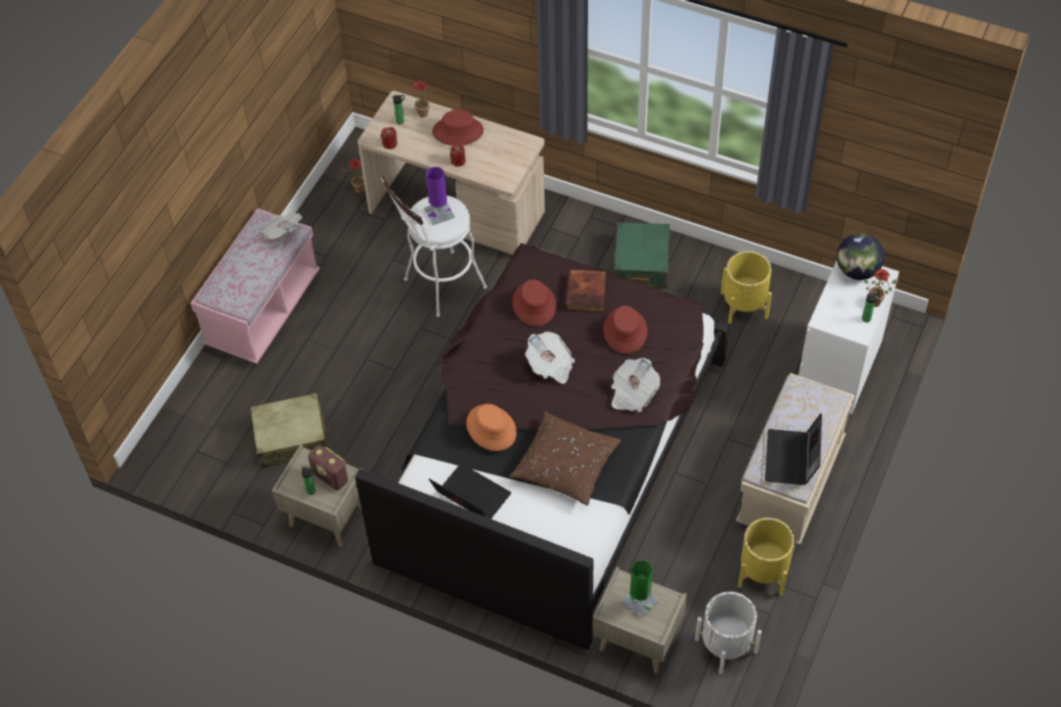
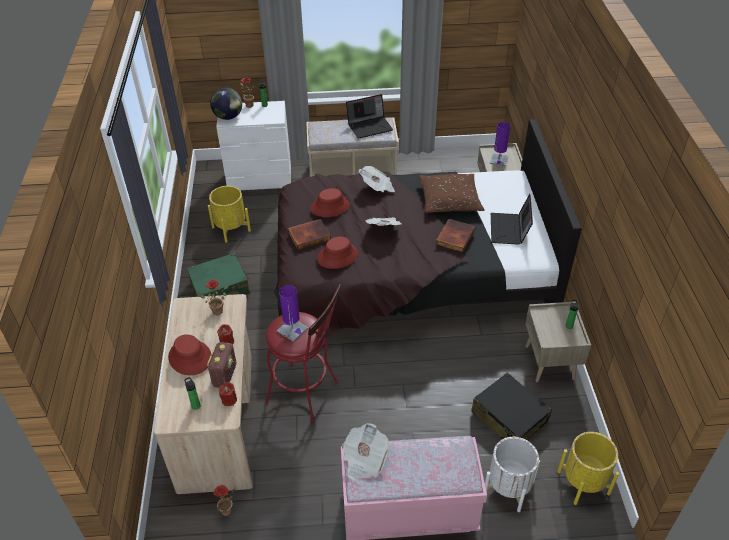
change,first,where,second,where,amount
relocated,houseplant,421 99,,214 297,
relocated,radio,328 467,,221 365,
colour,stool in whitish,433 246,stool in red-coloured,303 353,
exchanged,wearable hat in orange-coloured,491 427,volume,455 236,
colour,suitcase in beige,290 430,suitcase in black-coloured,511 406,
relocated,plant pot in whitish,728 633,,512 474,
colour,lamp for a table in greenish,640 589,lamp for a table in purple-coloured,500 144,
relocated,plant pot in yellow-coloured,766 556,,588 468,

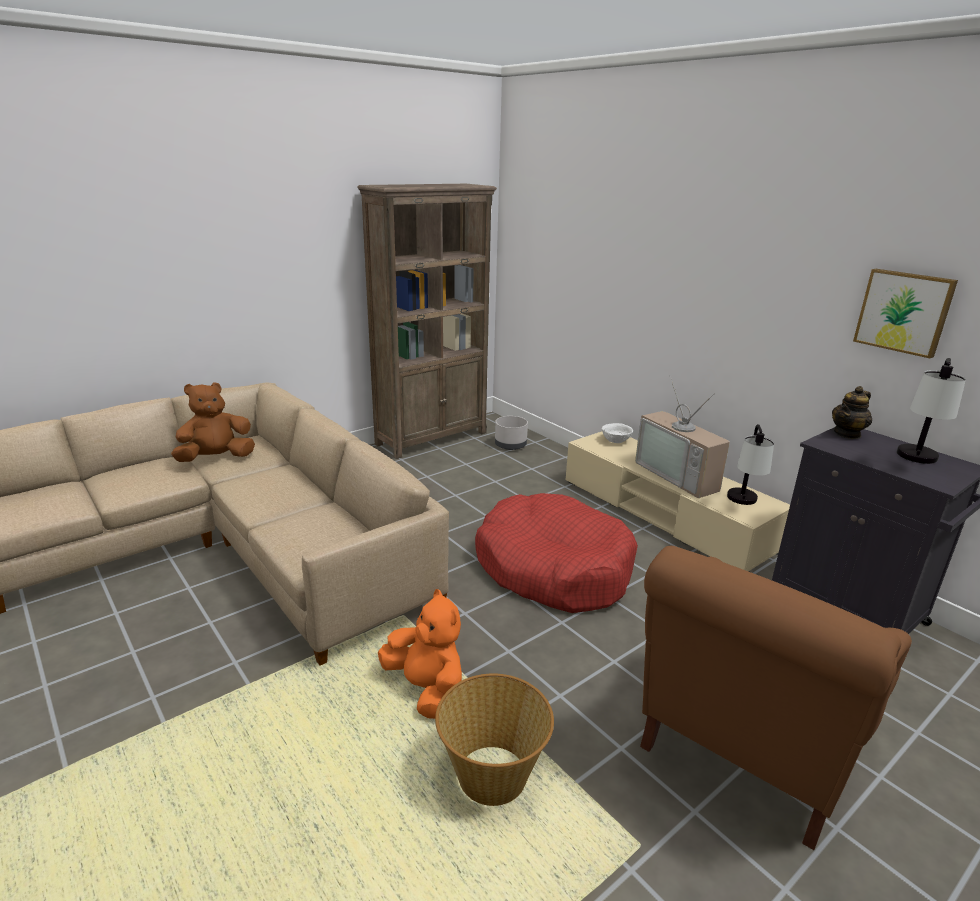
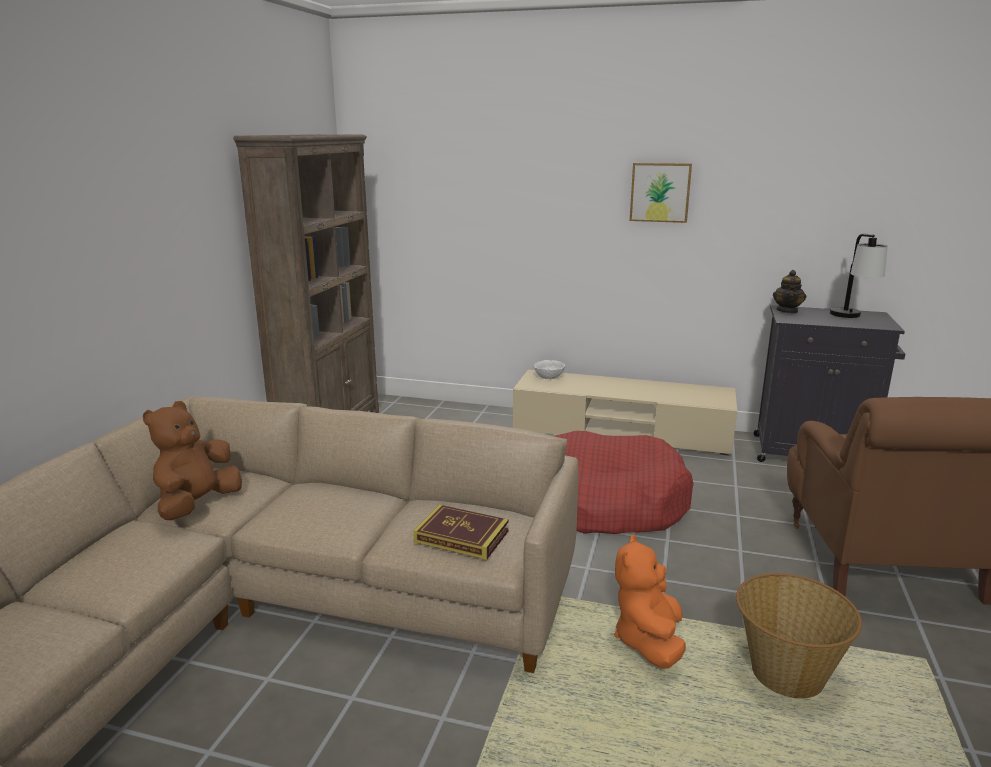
change,first,where,second,where,amount
appeared,,,volume,461 532,
spun,plush toy in orange-coloured,420 654,,650 601,90 degrees counterclockwise
relocated,picture,905 313,,661 193,
missing,plant pot in gray,511 433,,,
missing,television,682 437,,,
missing,lamp for a table,750 464,,,

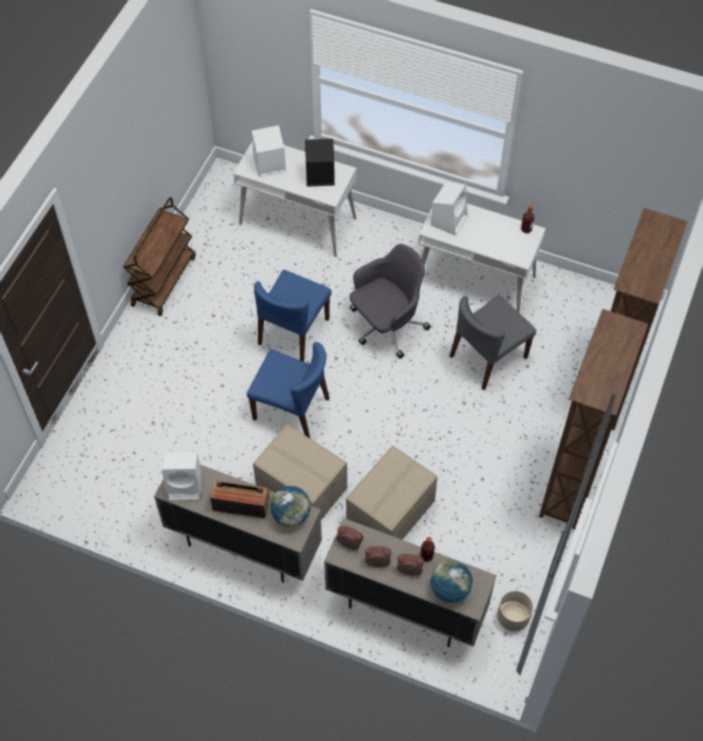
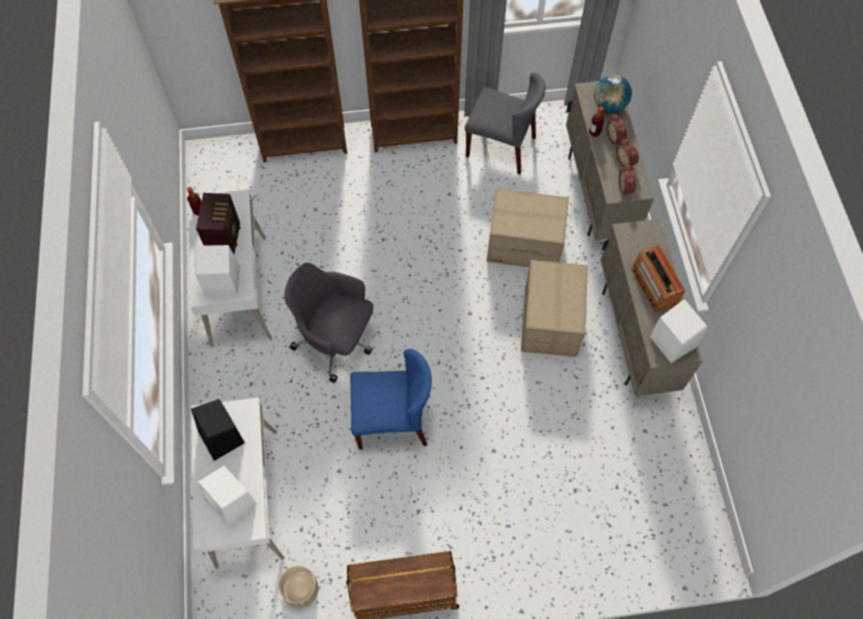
change,first,where,second,where,amount
appeared,,,radio,218 223,
relocated,plant pot in beige,515 611,,299 587,
relocated,plain chair in gray,493 342,,505 123,
missing,plain chair in blue,288 390,,,
missing,world globe,290 506,,,

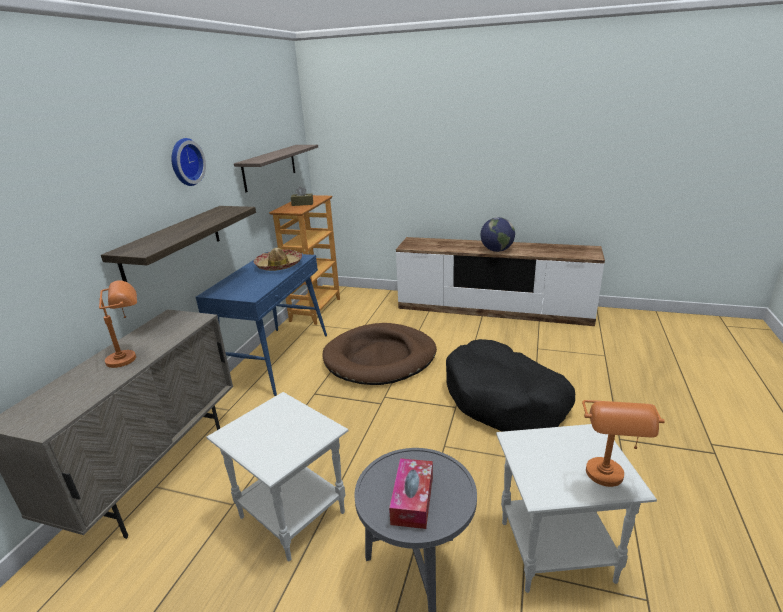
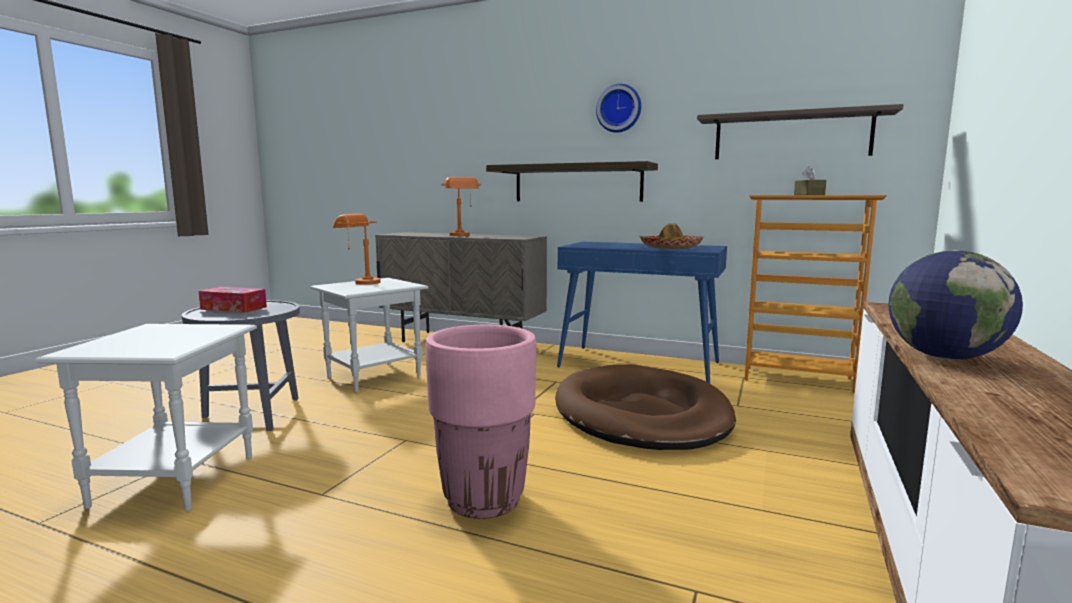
change,first,where,second,where,amount
relocated,lamp for a table in orange-coloured,623 443,,357 249,
exchanged,dog bed in black-coloured,510 385,plant pot in pink,481 422,

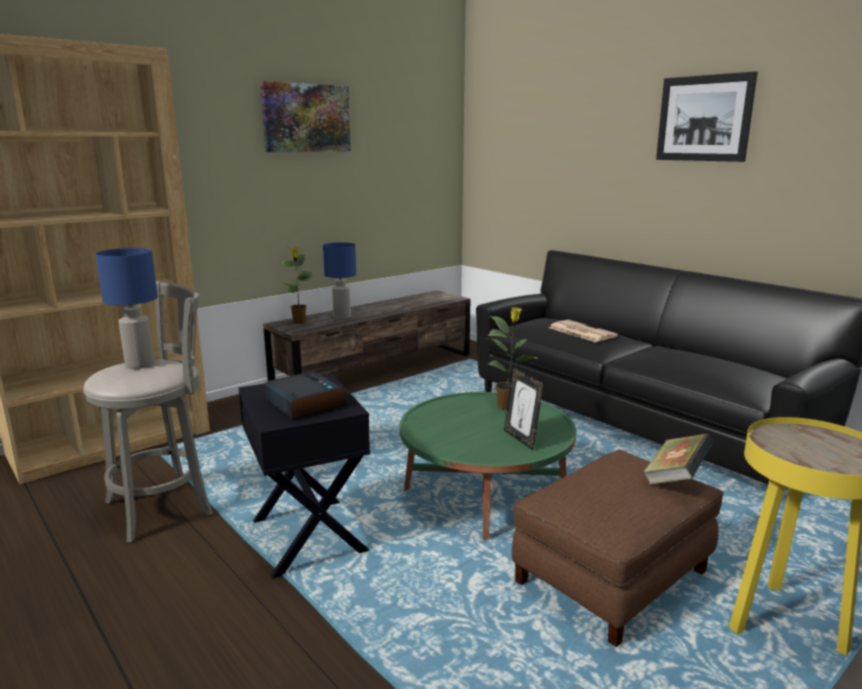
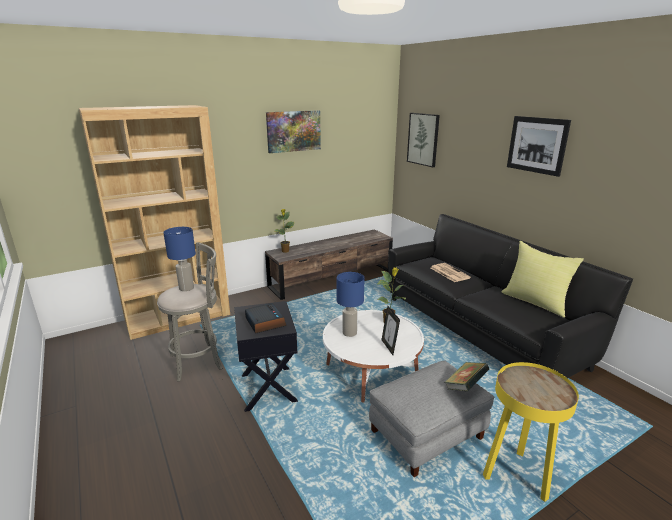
change,first,where,second,where,amount
colour,coffee table in greenish,488 466,coffee table in whitish,373 356,
relocated,lamp for a table in blue,339 280,,351 304,
colour,pouffe in brown-coloured,618 548,pouffe in gray,431 418,
appeared,,,picture,423 140,
appeared,,,cushion in yellow-coloured,542 279,

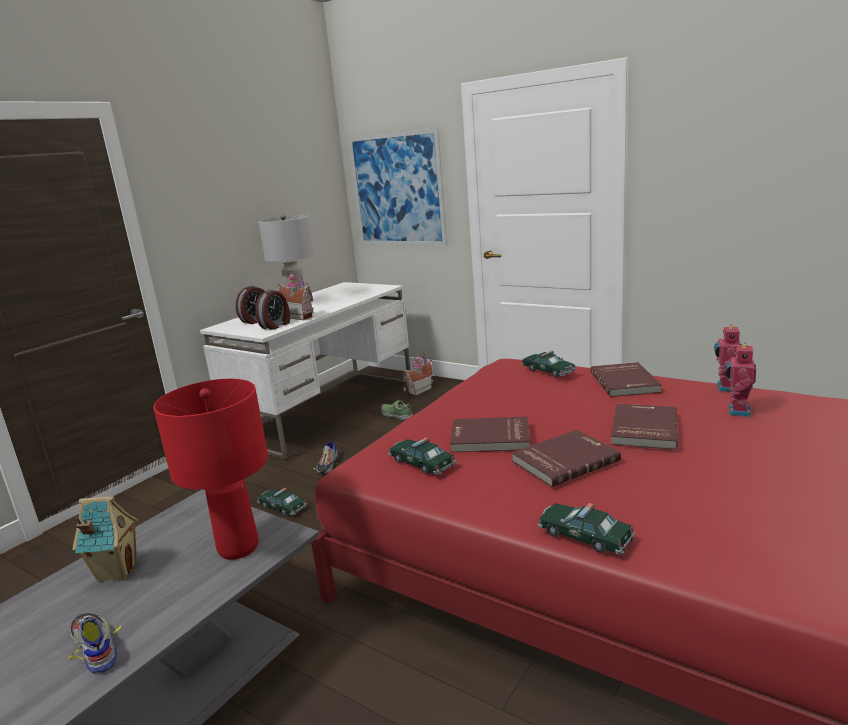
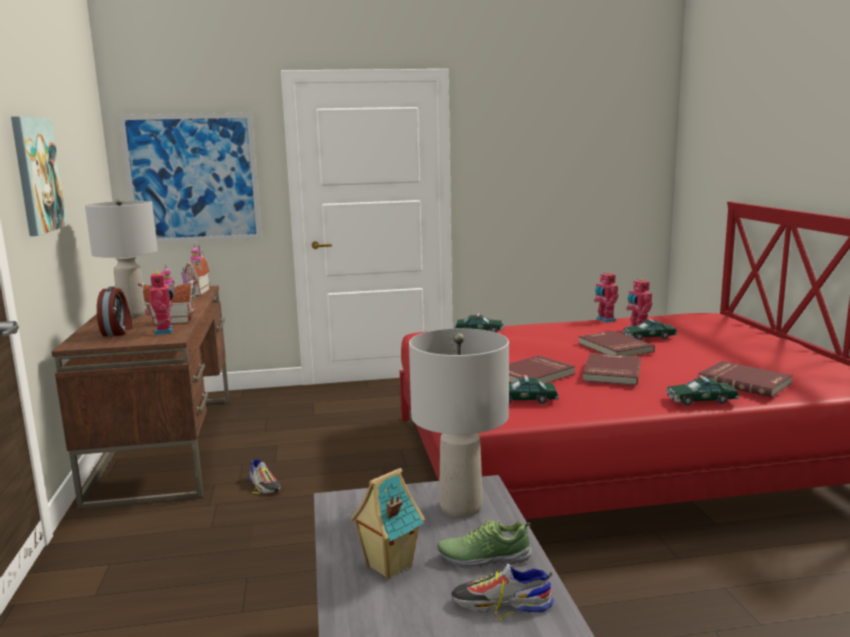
change,first,where,second,where,amount
appeared,,,picture,39 176,
colour,desk table in whitish,305 371,desk table in brown-coloured,140 397,
exchanged,bedside clock,272 309,model robot,161 303,
relocated,toy house,418 374,,197 270,
colour,lamp for a table in red-coloured,210 469,lamp for a table in gray,459 422,
relocated,shoe,397 410,,484 544,
relocated,miniature car,282 502,,650 329,
relocated,volume in red-coloured,626 379,,745 379,

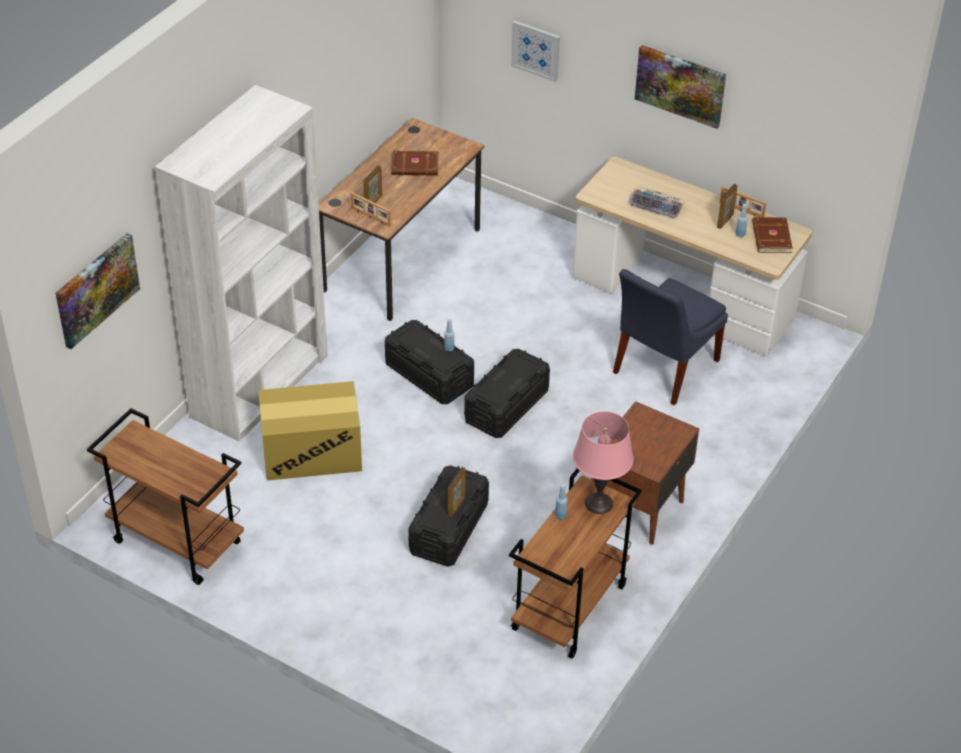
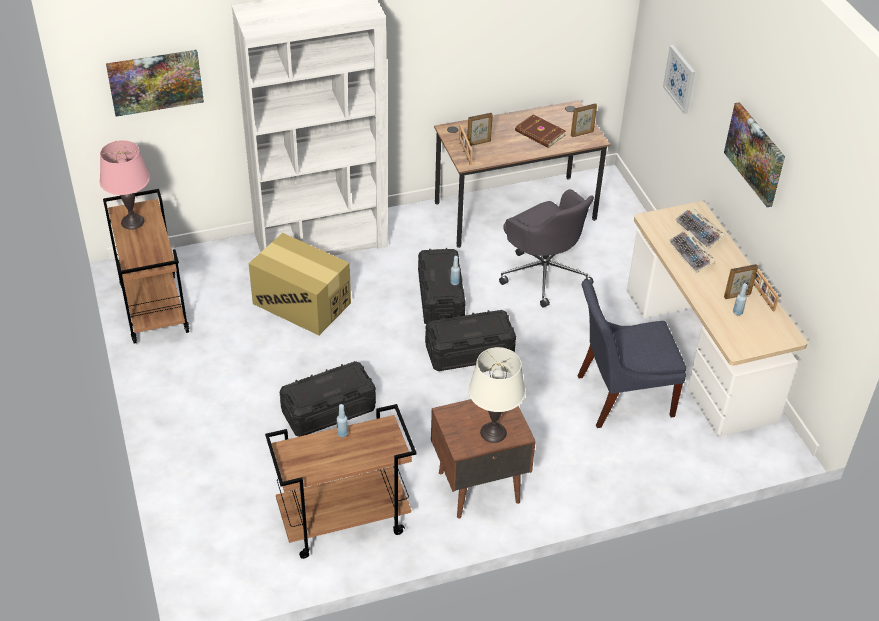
change,first,where,second,where,amount
relocated,lamp for a table in pink,603 462,,125 184,
appeared,,,lamp for a table in whitish,496 395,
appeared,,,desk chair in gray,546 248,
relocated,photo frame,457 492,,584 120,
appeared,,,computer keyboard,700 228,
missing,volume in brown-coloured,772 235,,,

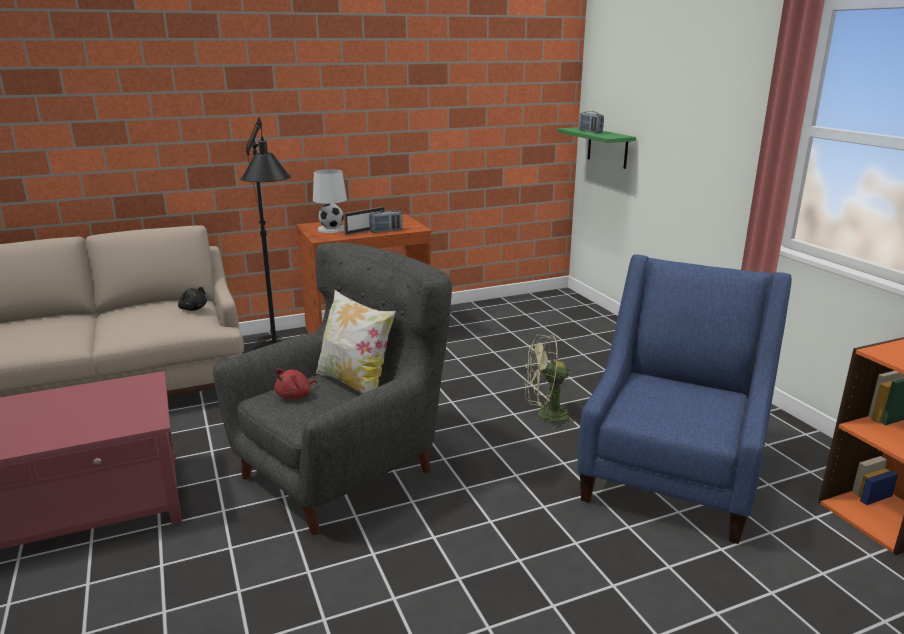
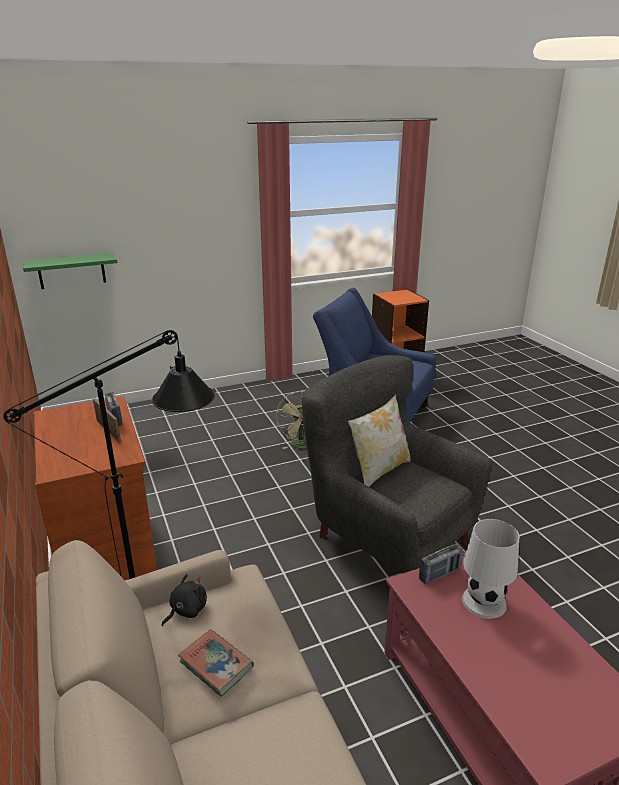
change,first,where,second,where,amount
appeared,,,volume,216 663,
relocated,radio,591 122,,441 564,
relocated,lamp for a table in whitish,330 201,,490 569,
missing,plush toy in red-coloured,295 383,,,

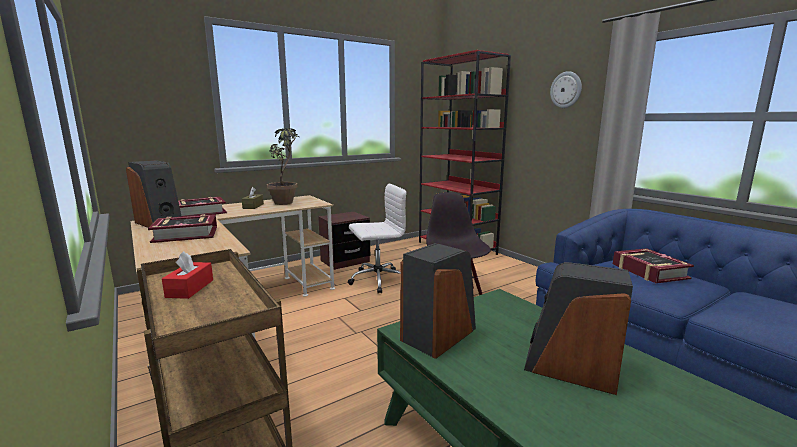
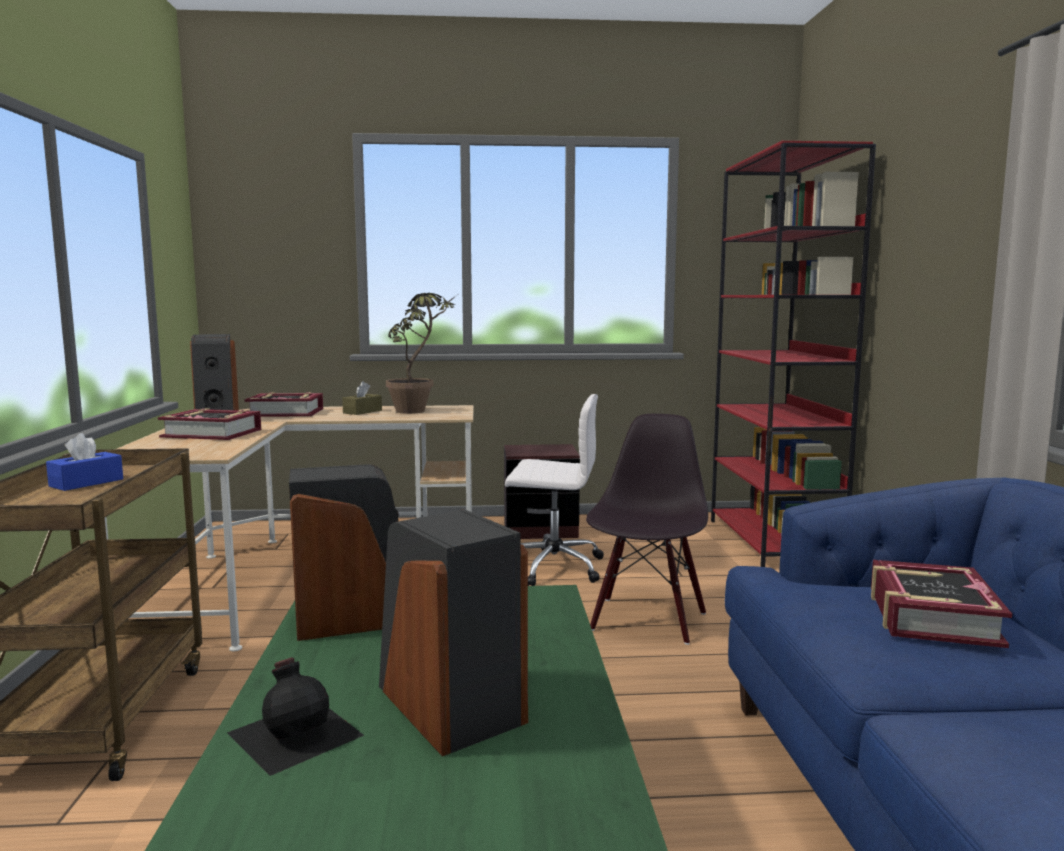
change,first,where,second,where,amount
colour,box of tissues in red-coloured,187 275,box of tissues in blue,84 462,
appeared,,,bottle in black-coloured,295 716,
missing,wall clock,566 89,,,

